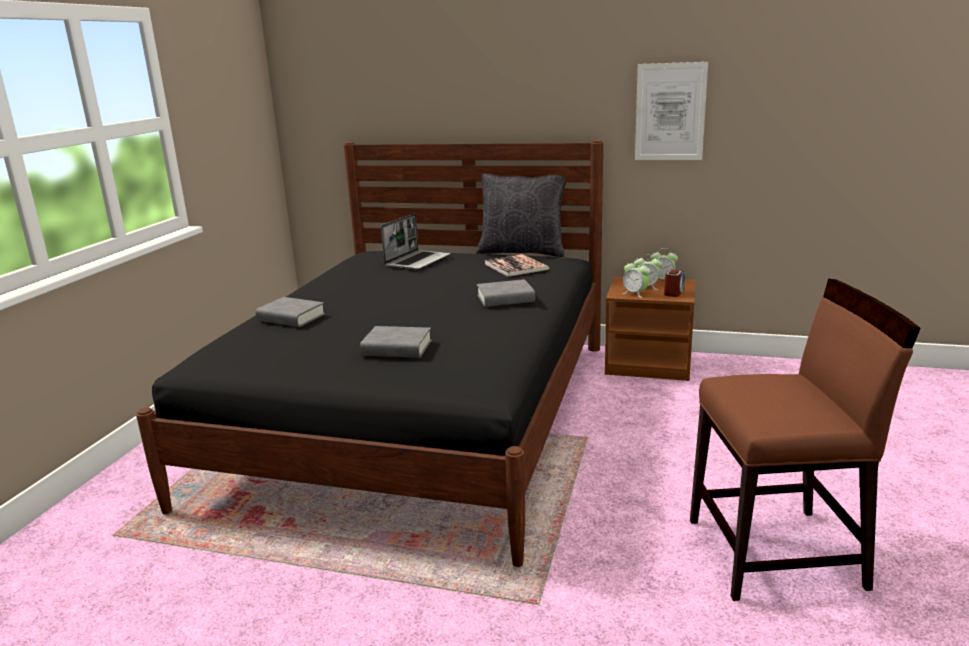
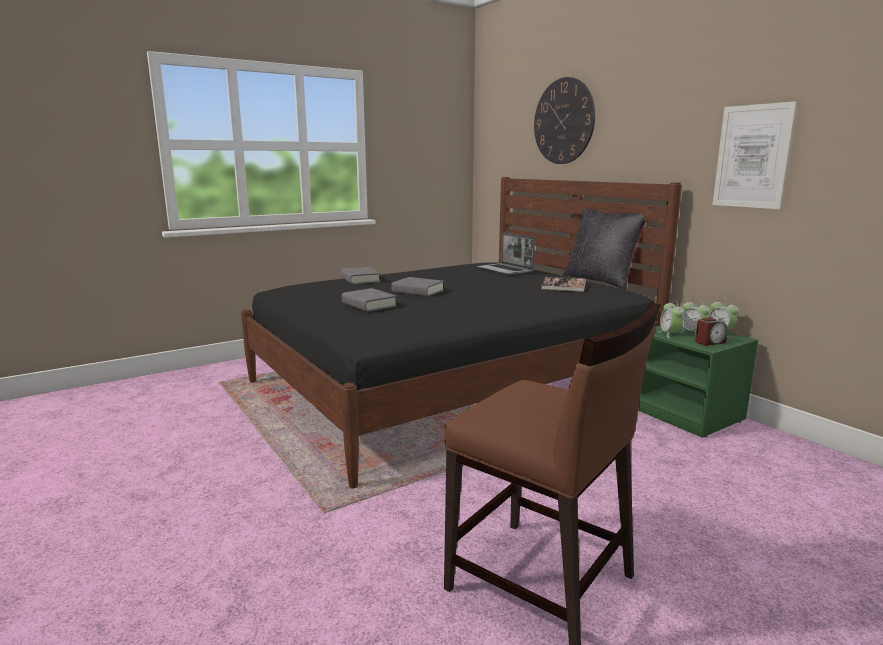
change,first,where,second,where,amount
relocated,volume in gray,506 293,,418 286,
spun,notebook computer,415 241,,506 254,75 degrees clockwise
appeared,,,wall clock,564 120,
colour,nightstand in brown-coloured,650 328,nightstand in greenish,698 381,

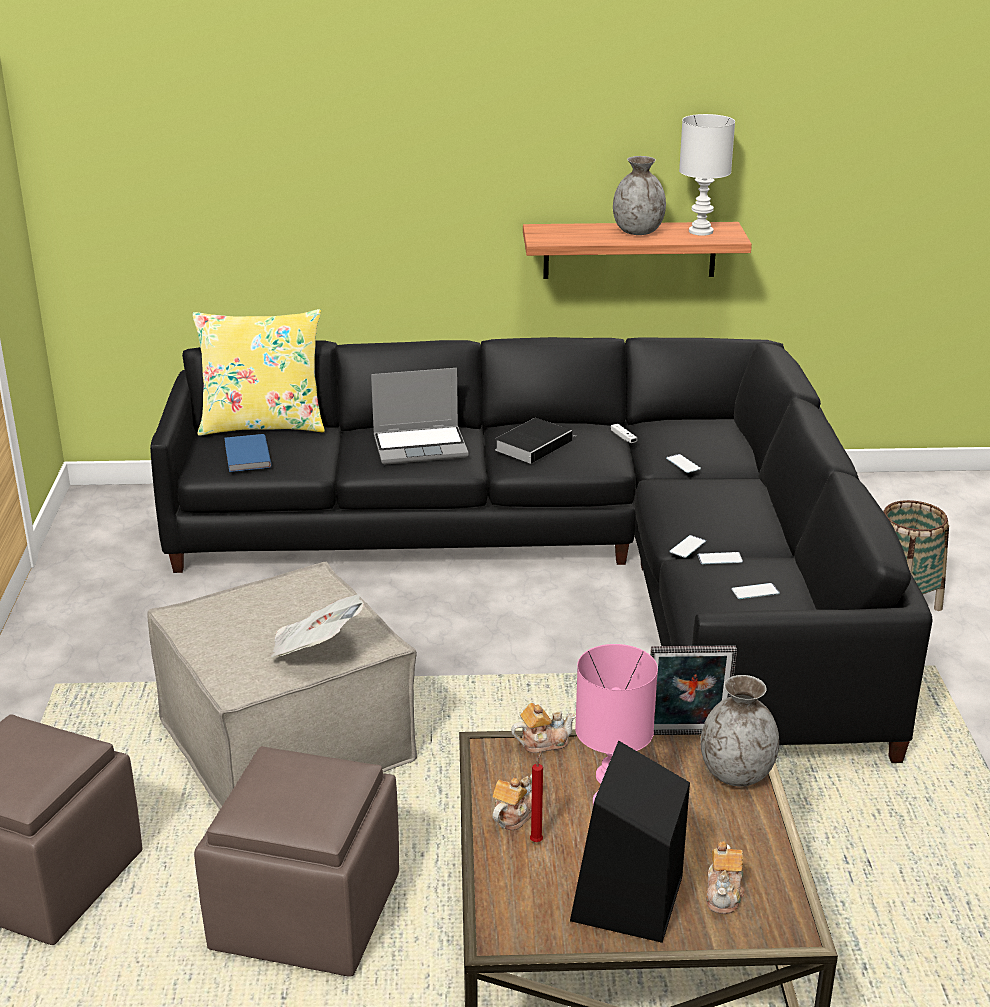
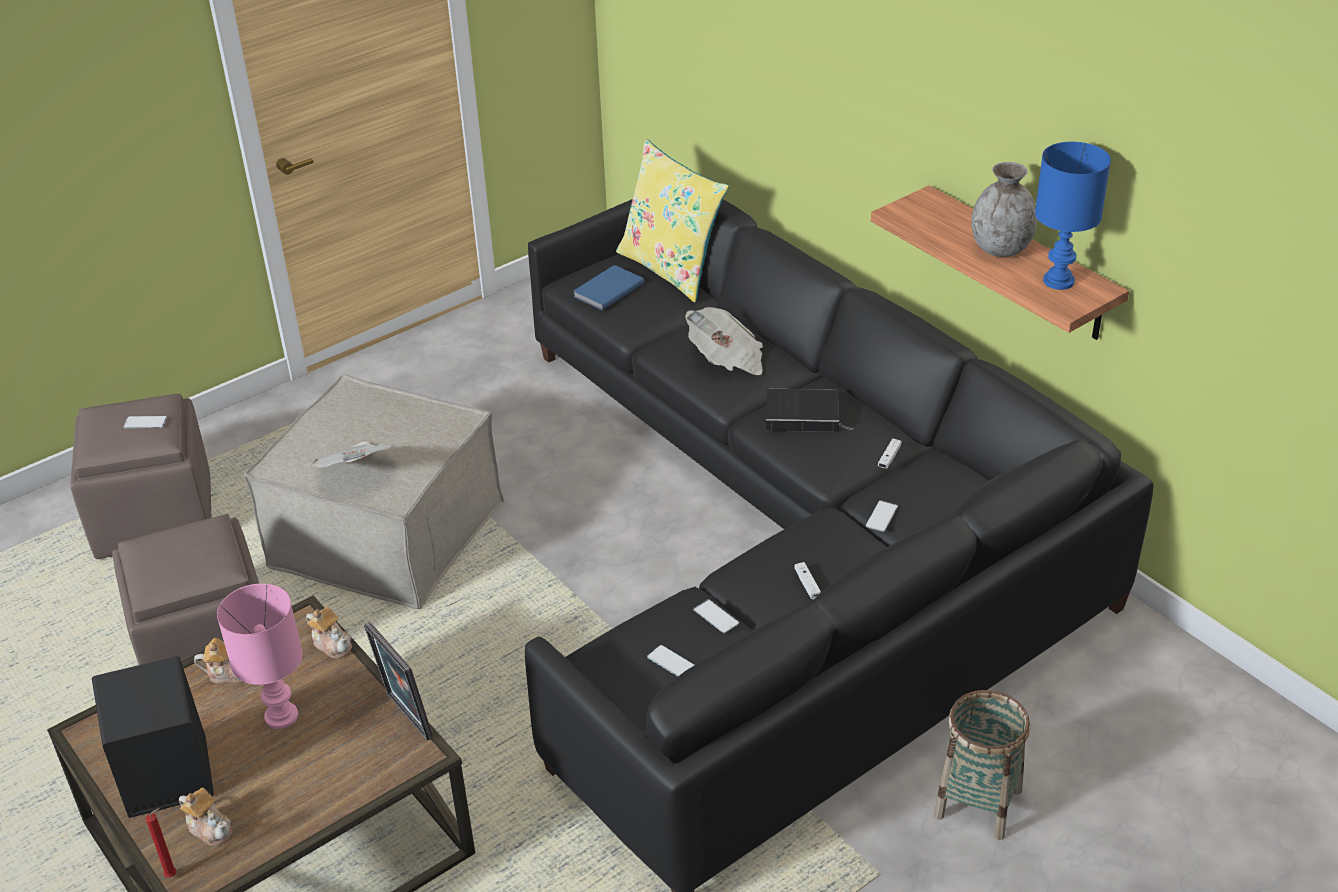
change,first,where,second,where,amount
relocated,handset,687 546,,145 422,
relocated,wax candle in red-coloured,536 797,,161 843,
spun,teapot,725 877,,205 817,120 degrees counterclockwise
exchanged,notebook computer,420 416,newspaper,724 341,
appeared,,,joypad in whitish,807 581,
colour,lamp for a table in whitish,707 175,lamp for a table in blue,1073 216,
missing,flower vase in gray,740 730,,,

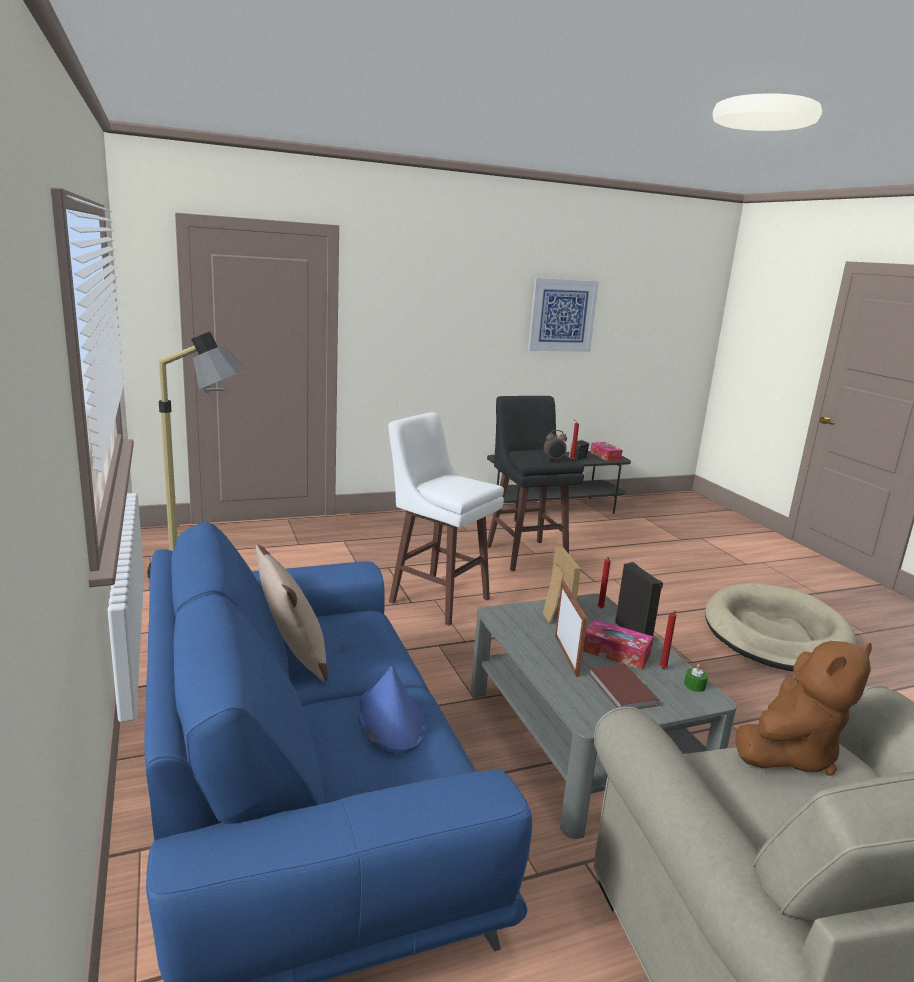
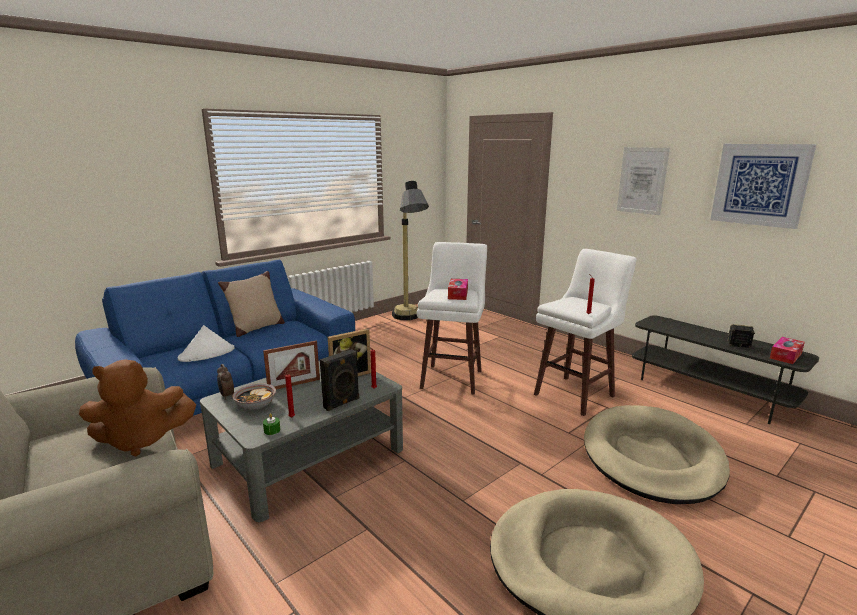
change,first,where,second,where,amount
spun,plush toy in brown-coloured,803 708,,137 408,45 degrees counterclockwise
colour,wearable hat in blue,392 709,wearable hat in whitish,206 343,
relocated,bedside clock,555 445,,225 382,
exchanged,volume in brown-coloured,624 686,deep dish,254 396,
relocated,box of tissues,618 644,,458 289,
colour,stool in black-coloured,535 483,stool in whitish,585 332,
appeared,,,dog bed in beige,657 454,
appeared,,,picture,643 181,

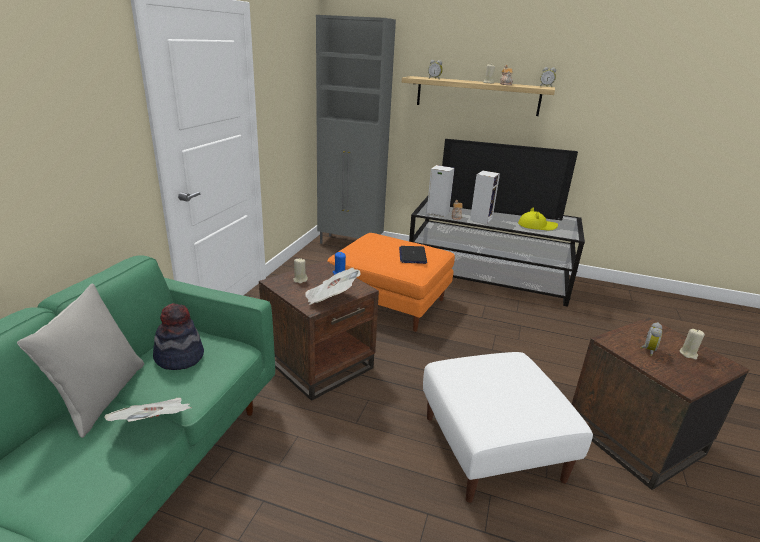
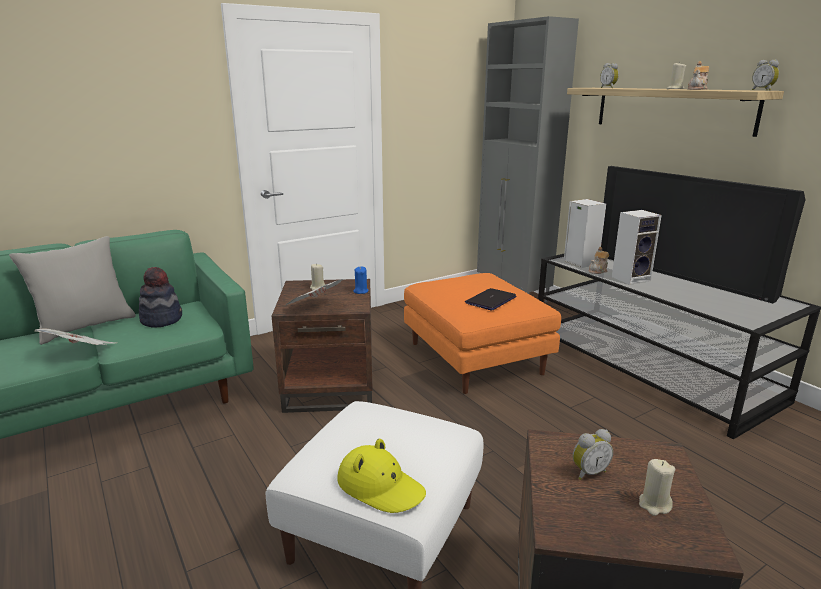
change,first,where,second,where,amount
relocated,wearable hat in yellow-coloured,538 219,,381 476,

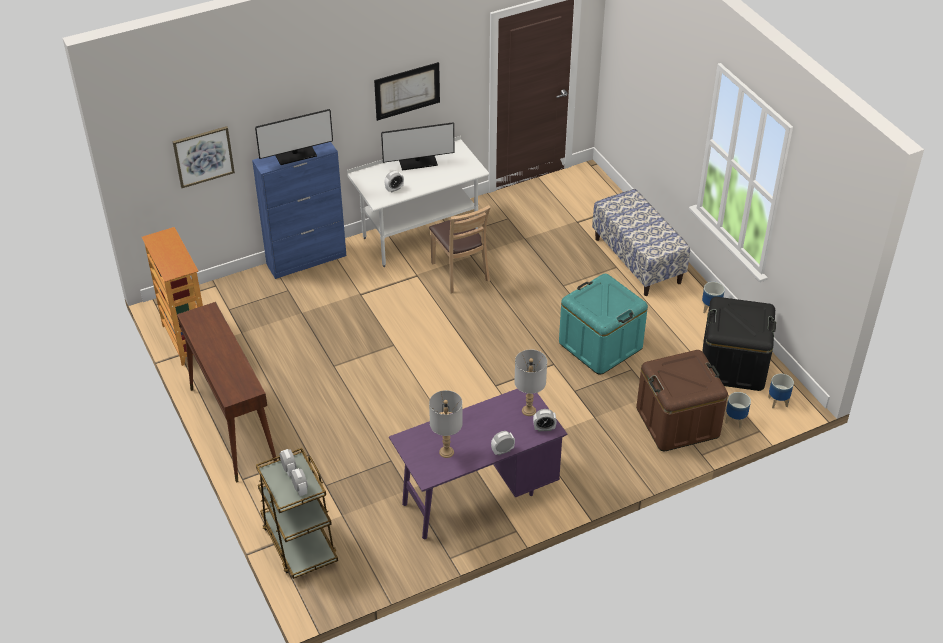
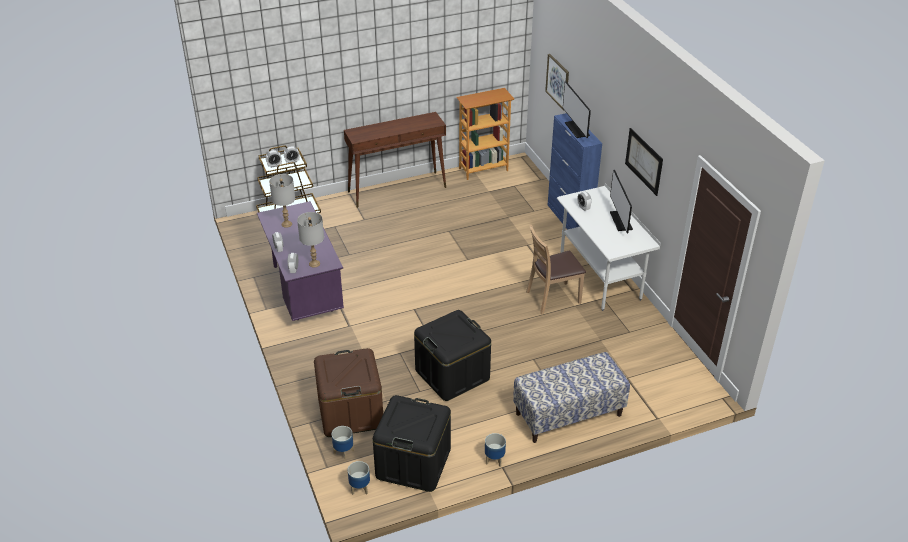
change,first,where,second,where,amount
colour,storage bin in blue-green,603 324,storage bin in black-coloured,452 355,

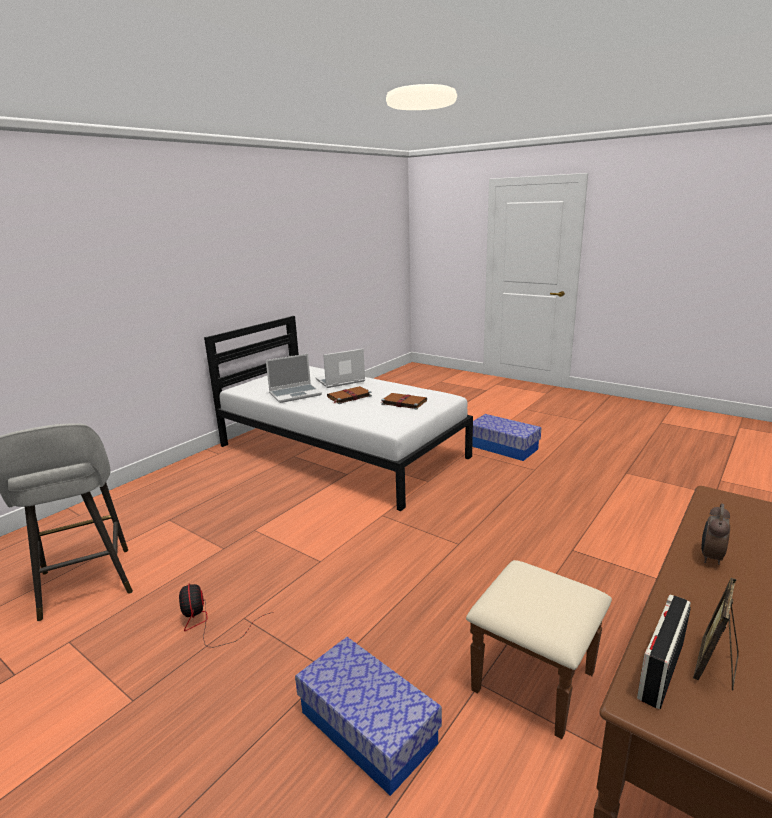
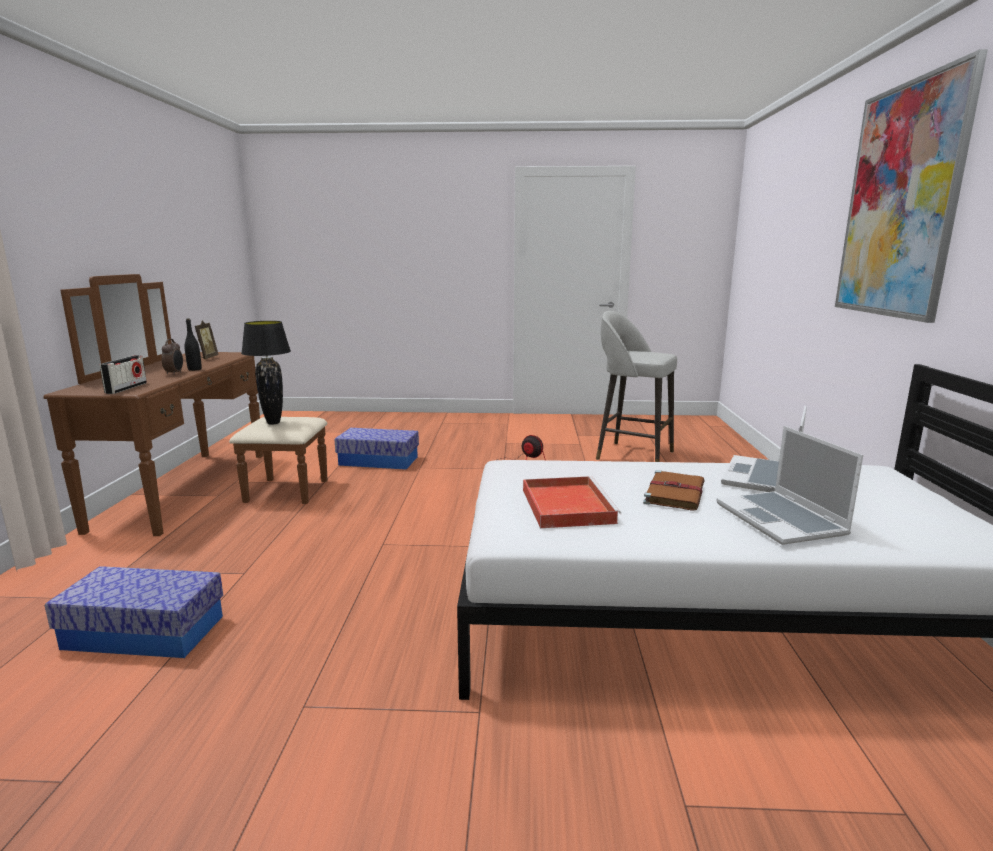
change,first,where,second,where,amount
relocated,storage bin,506 437,,134 612,
relocated,radio,664 652,,123 374,
appeared,,,bottle in black-coloured,193 345,
appeared,,,lamp for a table in black-coloured,266 373,
exchanged,volume in brown-coloured,404 401,tray in red-coloured,572 502,
spun,notebook computer,340 368,,790 485,135 degrees clockwise
appeared,,,picture,911 186,

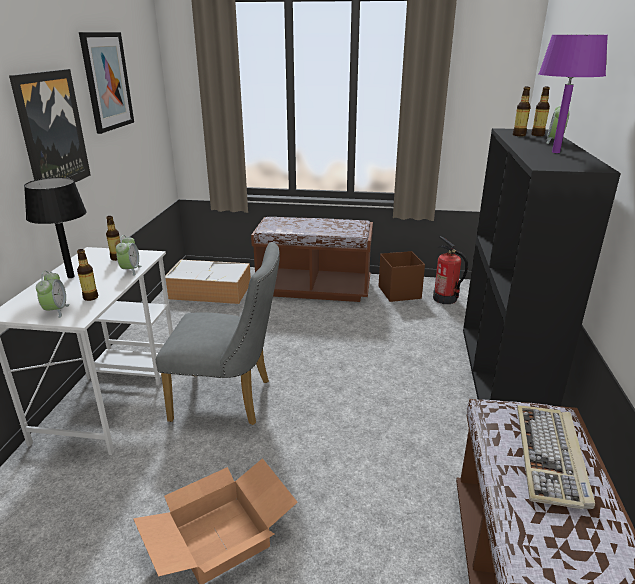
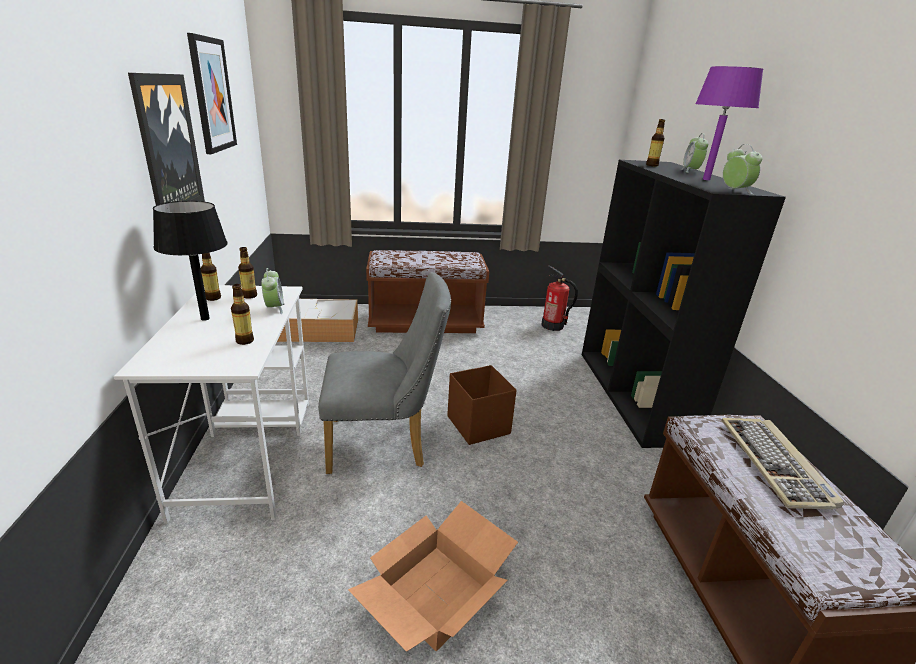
change,first,where,second,where,amount
relocated,bottle,540 111,,211 277,
relocated,storage bin in brown-coloured,402 276,,482 405,
relocated,bedside clock,52 294,,743 169,

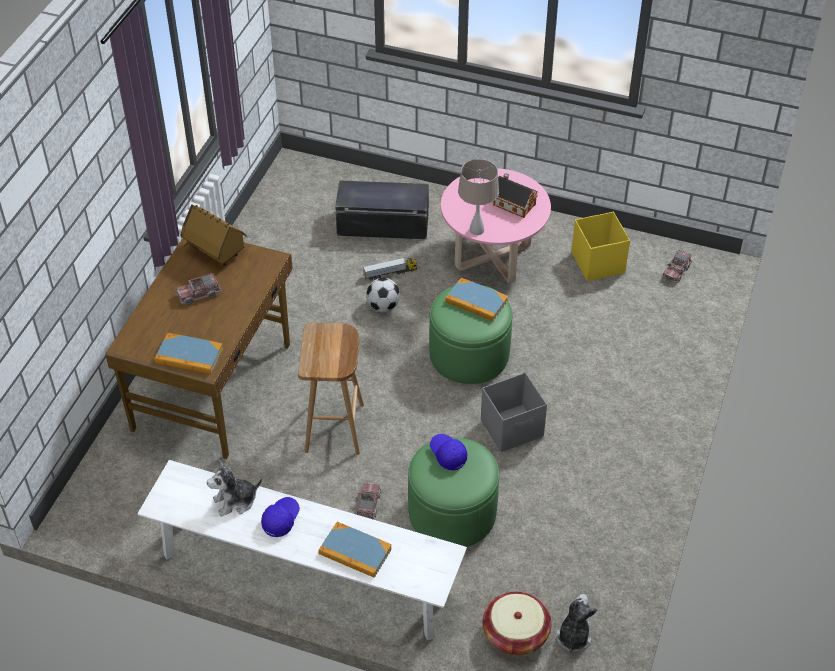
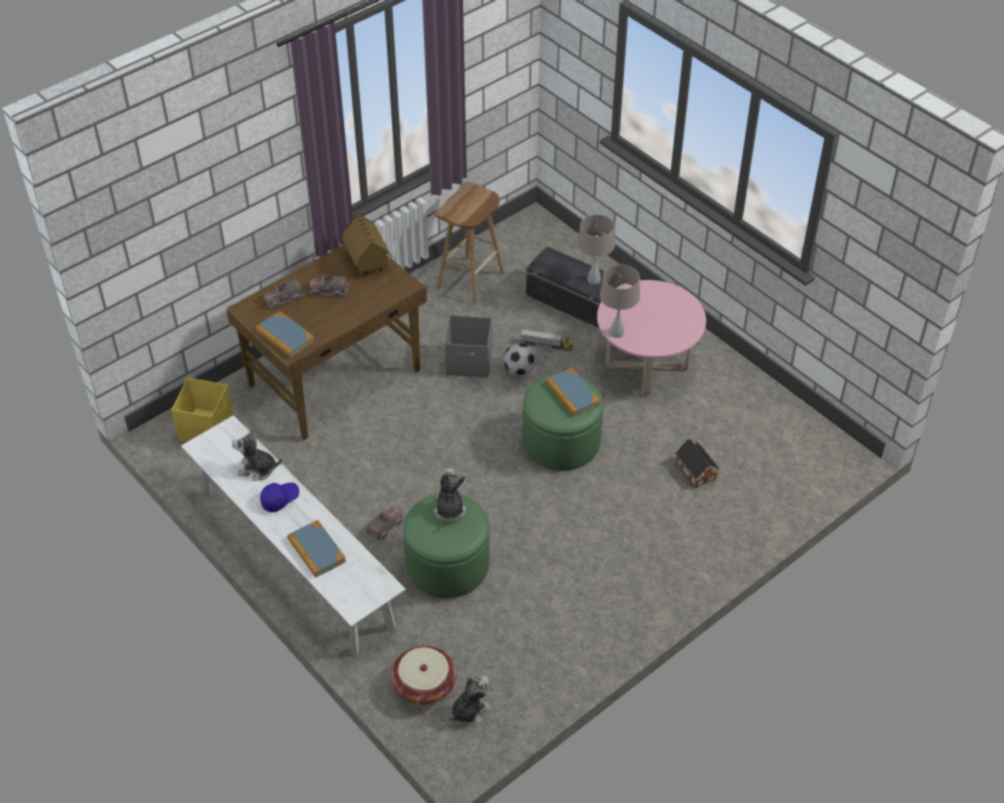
change,first,where,second,where,amount
relocated,storage bin in yellow-coloured,600 246,,202 410,
relocated,model truck,677 267,,284 294,
exchanged,baseball cap in blue,448 452,plush toy,450 495,
relocated,stool in brown-coloured,331 389,,469 243,
relocated,storage bin in gray,514 412,,468 346,
appeared,,,lamp for a table in beige,596 249,
relocated,toy house,515 195,,697 463,

